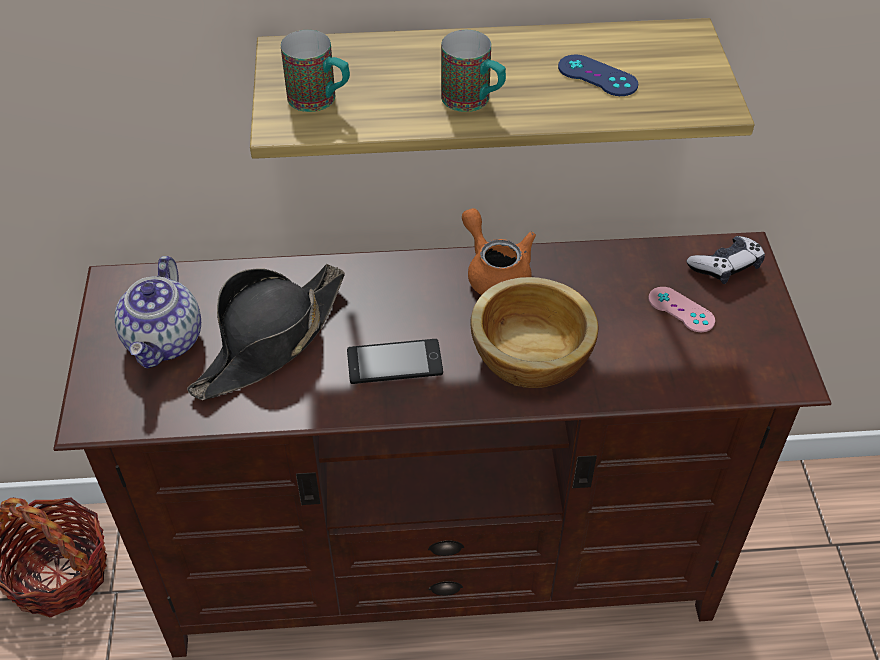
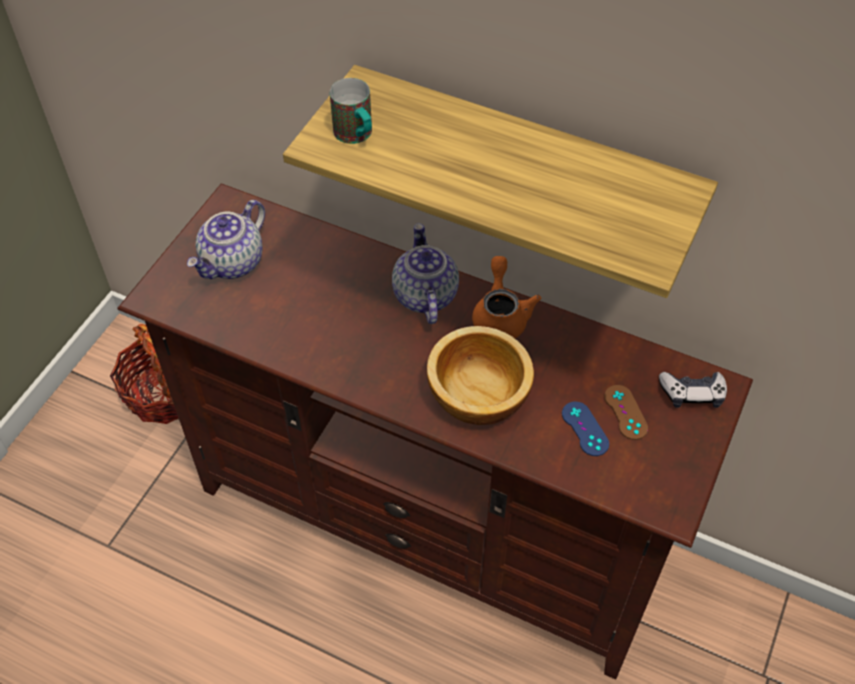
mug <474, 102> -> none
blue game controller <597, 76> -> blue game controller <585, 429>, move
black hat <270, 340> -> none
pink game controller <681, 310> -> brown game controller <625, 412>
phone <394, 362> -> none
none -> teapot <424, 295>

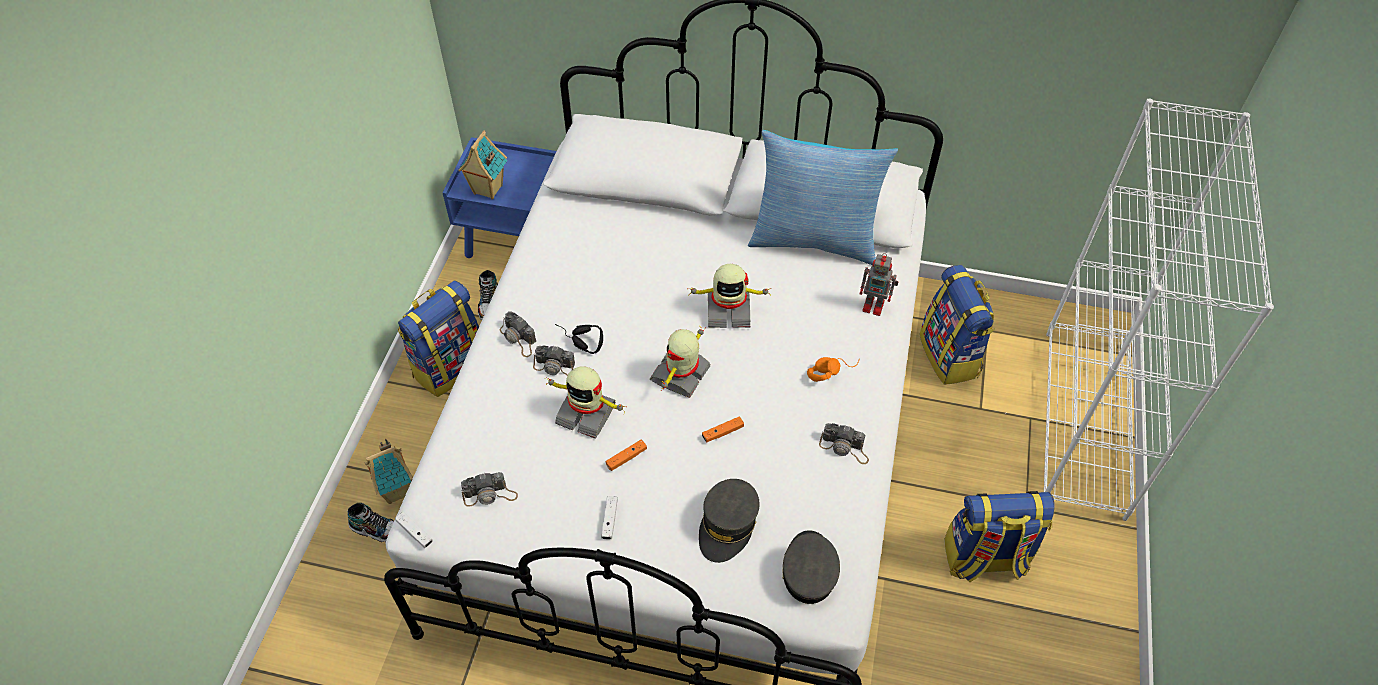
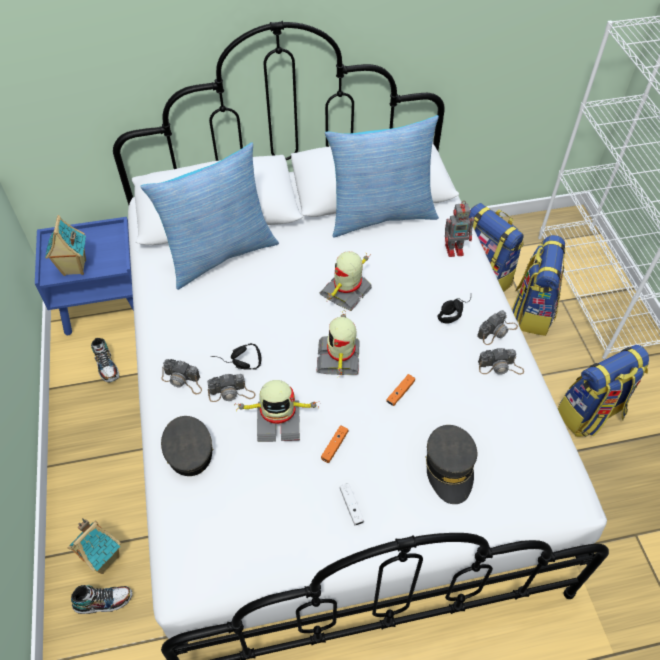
toy robot <728, 310> -> toy robot <346, 292>, 150 degrees clockwise
backpack <450, 366> -> backpack <532, 311>, move
orange headphones <831, 370> -> black headphones <453, 310>
photo camera <490, 494> -> photo camera <497, 331>, move
white game controller <415, 532> -> none
grey cap <808, 570> -> grey cap <188, 449>, move
none -> pillow <220, 254>

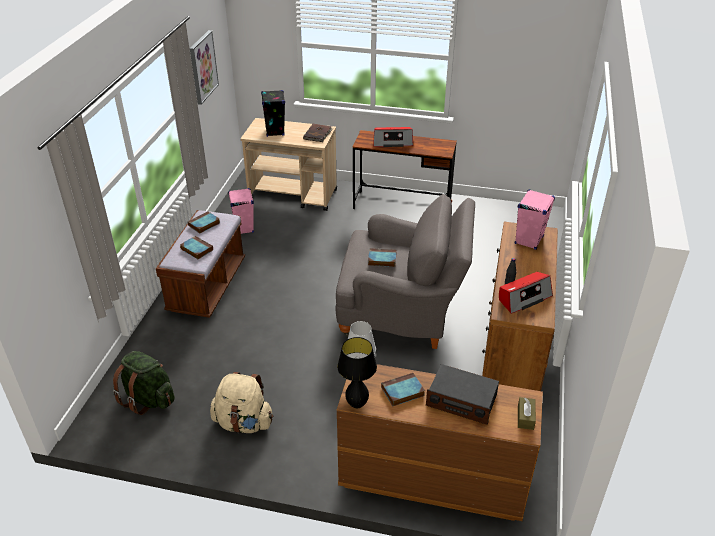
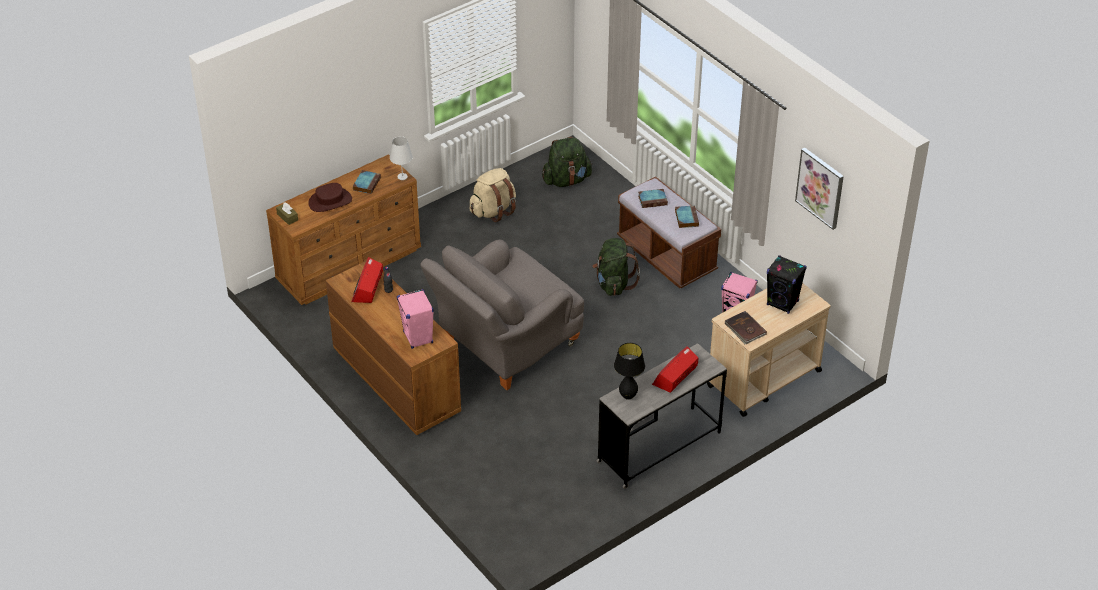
brown desk <402, 205> -> grey desk <659, 447>
book <381, 259> -> none
black table lamp <356, 404> -> black table lamp <628, 396>, move
radio <461, 401> -> brown hat <330, 201>
none -> green backpack <613, 283>

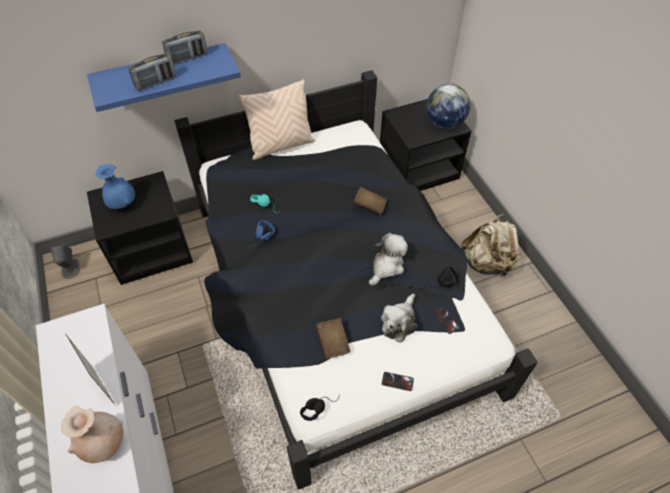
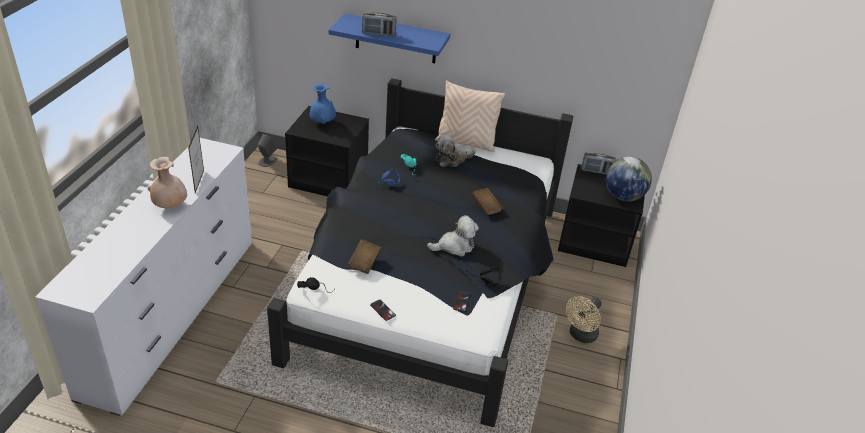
radio <187, 58> -> radio <596, 171>, move
beige backpack <487, 263> -> beige fan <580, 336>
plush toy <399, 322> -> plush toy <452, 159>, move

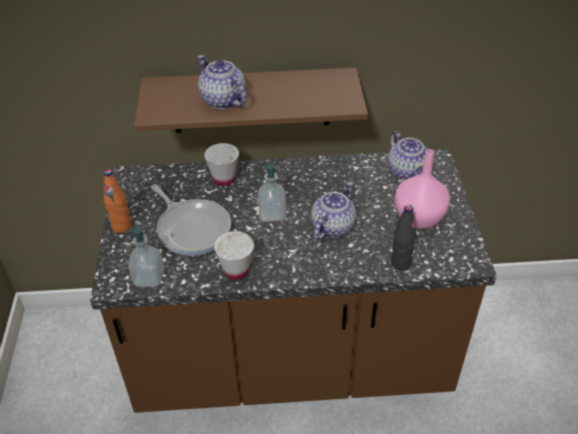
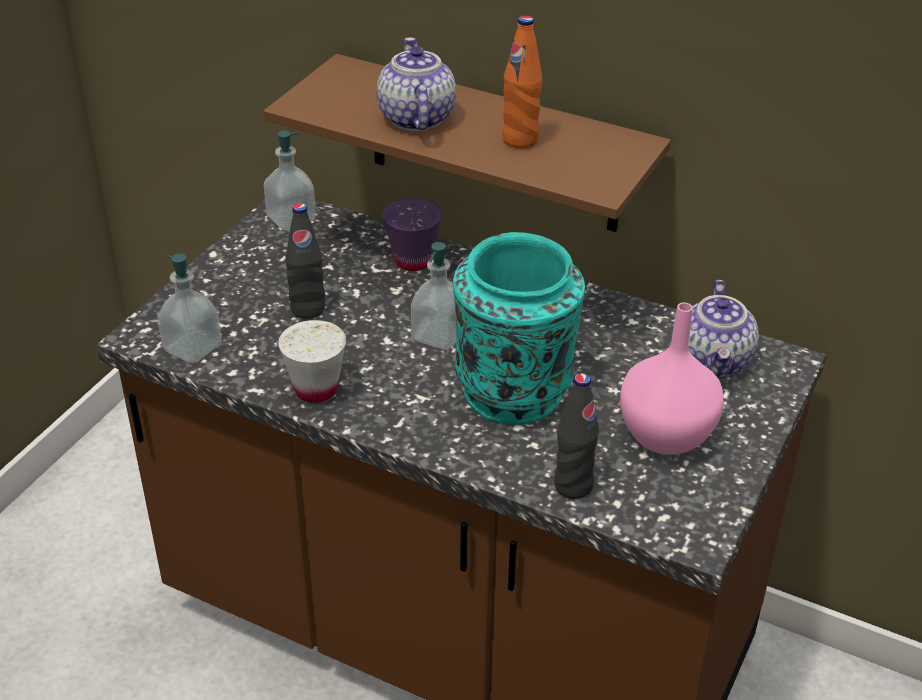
white cup <224, 179> -> purple cup <413, 261>
orange bottle <121, 226> -> orange bottle <520, 140>, move
teapot <332, 226> -> turquoise vase <513, 390>
frying pan <192, 228> -> black bottle <308, 309>
none -> soap dispenser <291, 219>

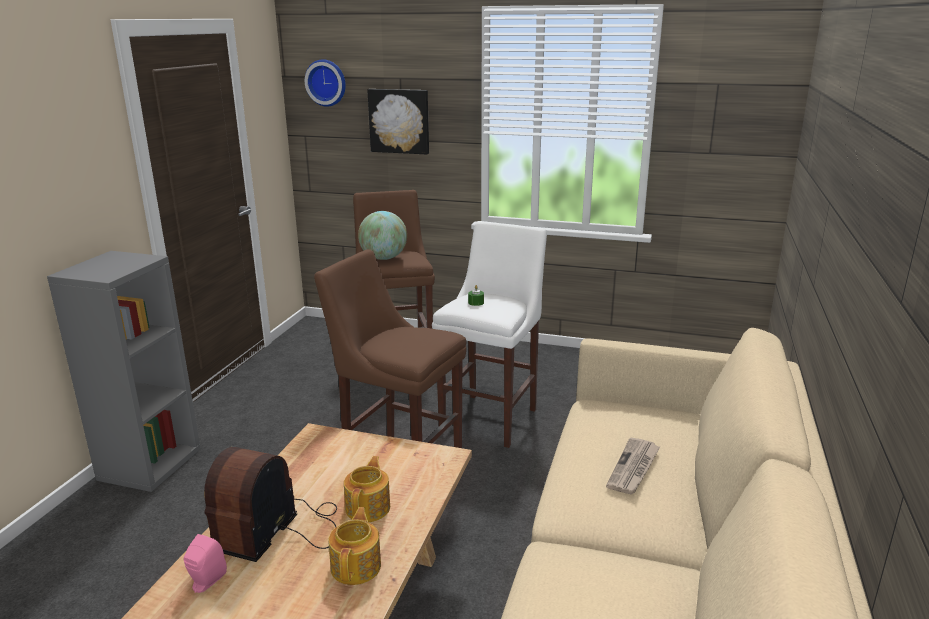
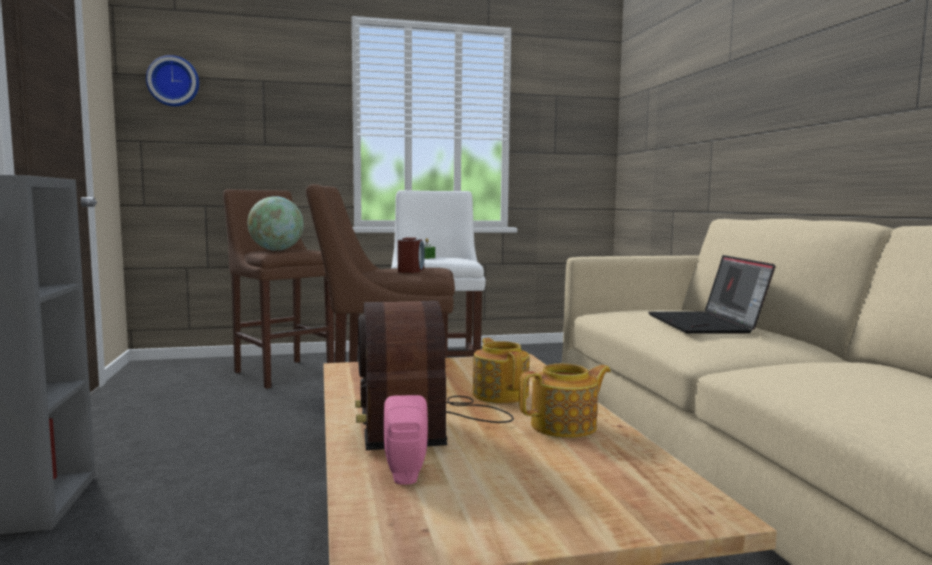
picture <399, 121> -> none
newspaper <634, 468> -> laptop <707, 324>
teapot <357, 566> -> teapot <565, 426>, 90 degrees clockwise
none -> alarm clock <411, 271>

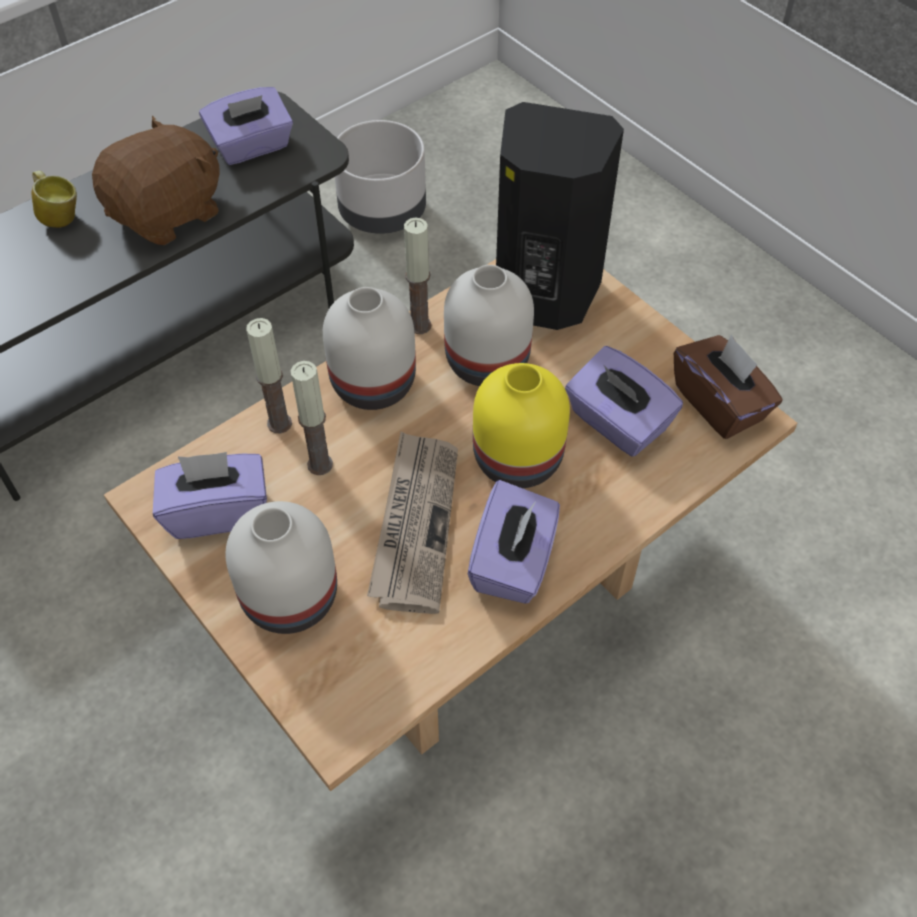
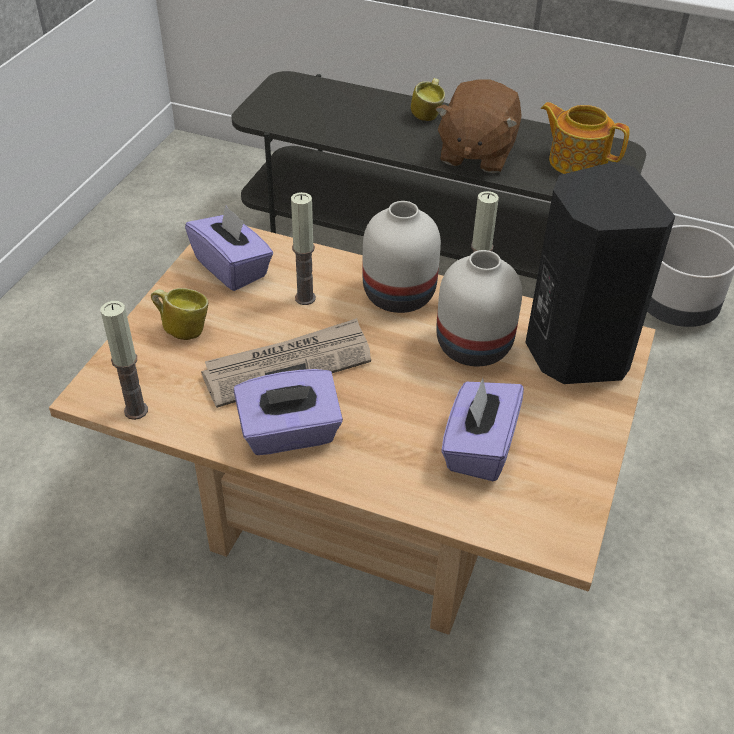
purple tissue box <252, 146> -> teapot <576, 161>
brown plush toy <168, 213> -> brown plush toy <475, 154>, 90 degrees clockwise
candle <279, 423> -> candle <136, 410>, move
brown tissue box <719, 403> -> none
yellow vase <516, 460> -> none
white vase <289, 600> -> mug <183, 329>

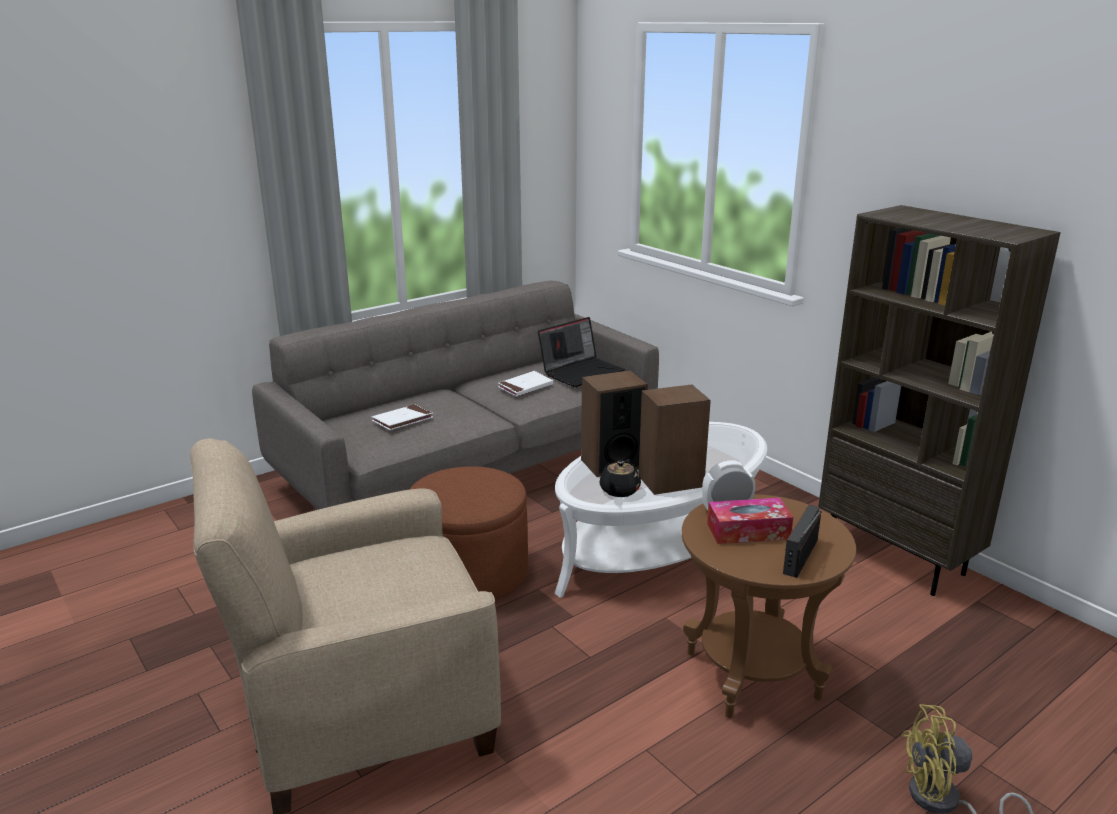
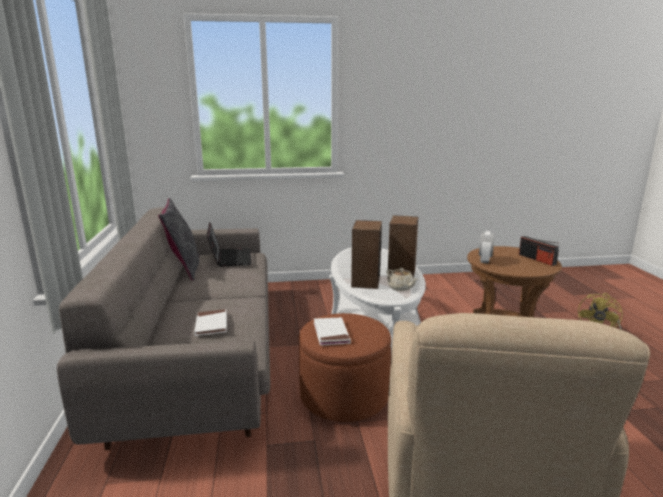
brown bookcase <896, 558> -> none
white book <525, 386> -> white book <331, 333>, move
black teapot <619, 491> -> beige teapot <401, 288>
tissue box <748, 531> -> none
none -> grey pillow <183, 268>

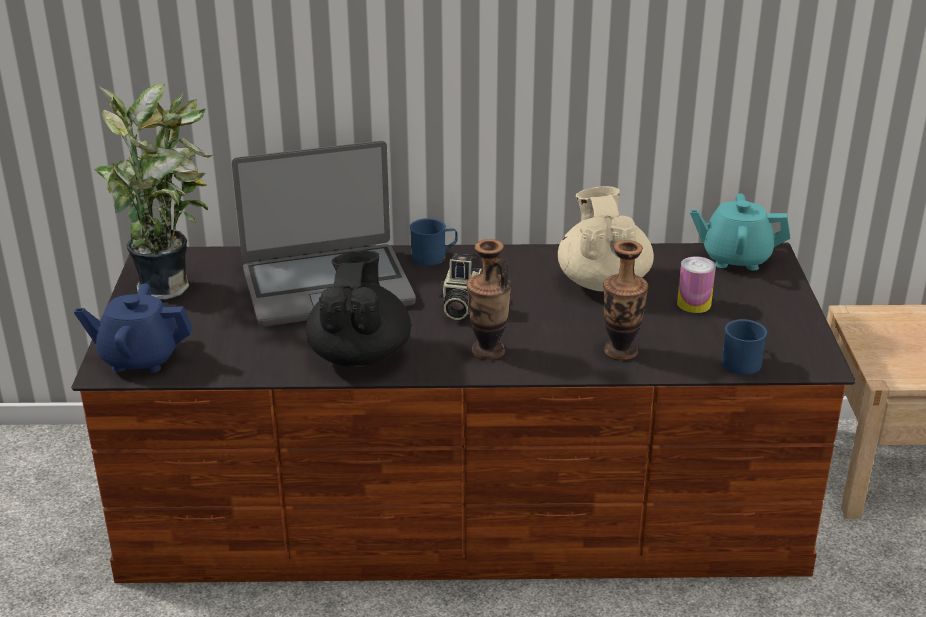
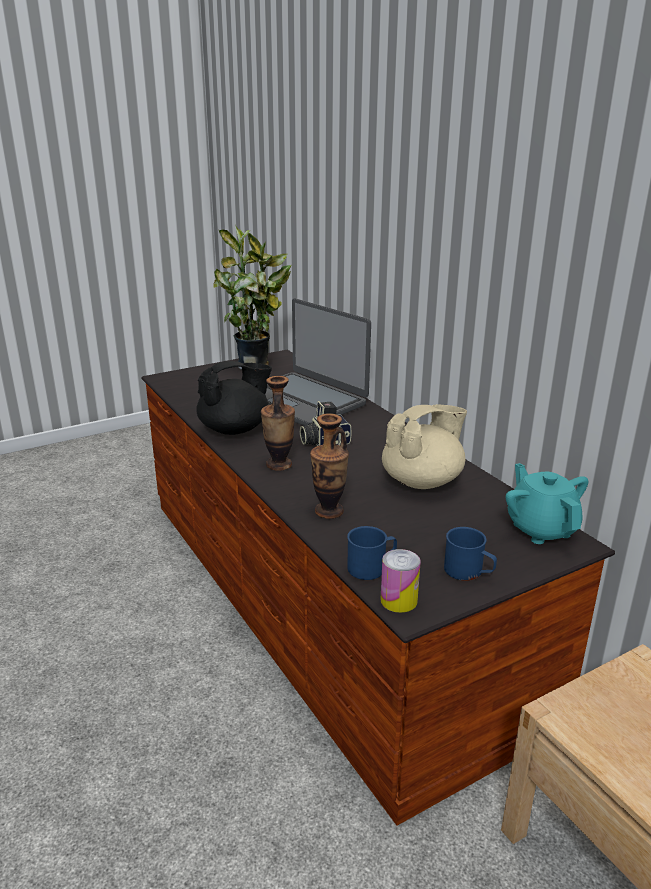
blue mug <434, 256> -> blue mug <468, 572>, move
can <694, 304> -> can <398, 600>, move
blue teapot <140, 358> -> none

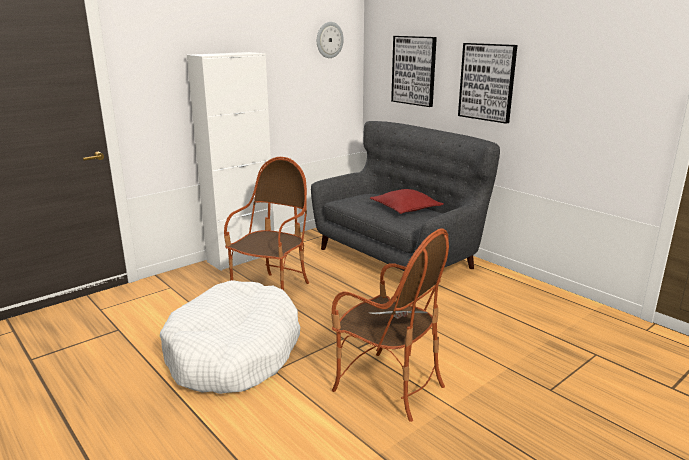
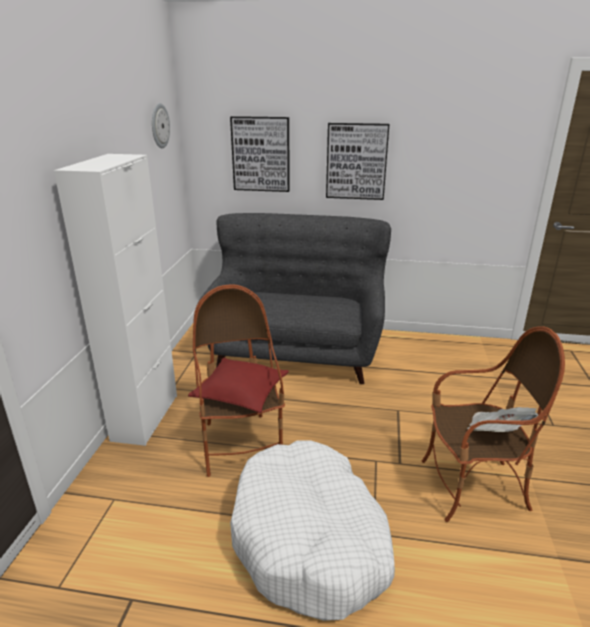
red pillow <405, 209> -> red pillow <241, 393>, move

